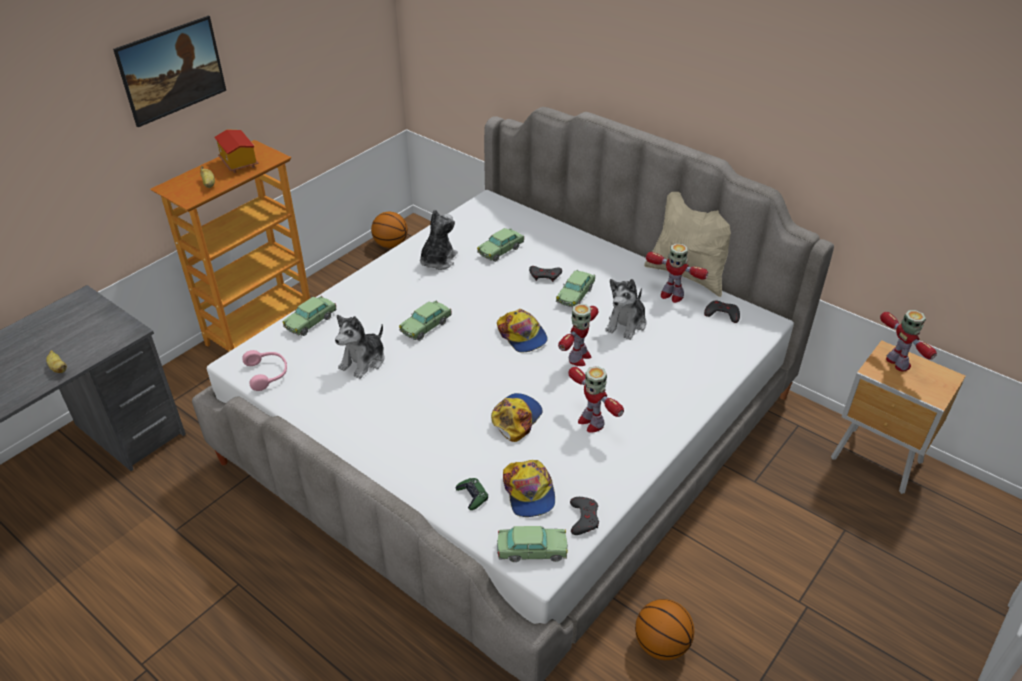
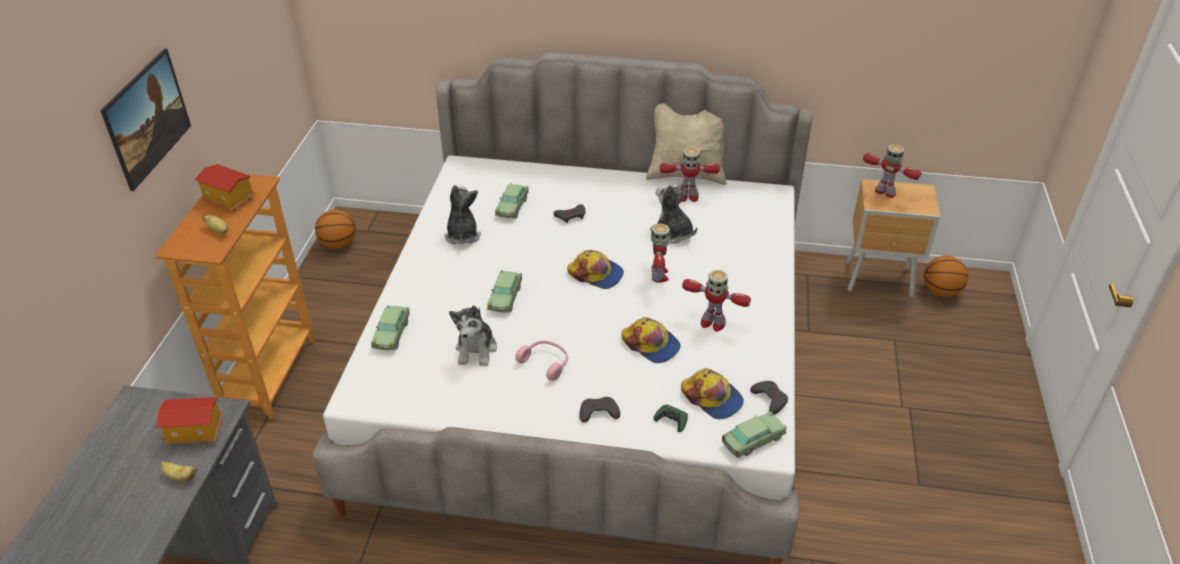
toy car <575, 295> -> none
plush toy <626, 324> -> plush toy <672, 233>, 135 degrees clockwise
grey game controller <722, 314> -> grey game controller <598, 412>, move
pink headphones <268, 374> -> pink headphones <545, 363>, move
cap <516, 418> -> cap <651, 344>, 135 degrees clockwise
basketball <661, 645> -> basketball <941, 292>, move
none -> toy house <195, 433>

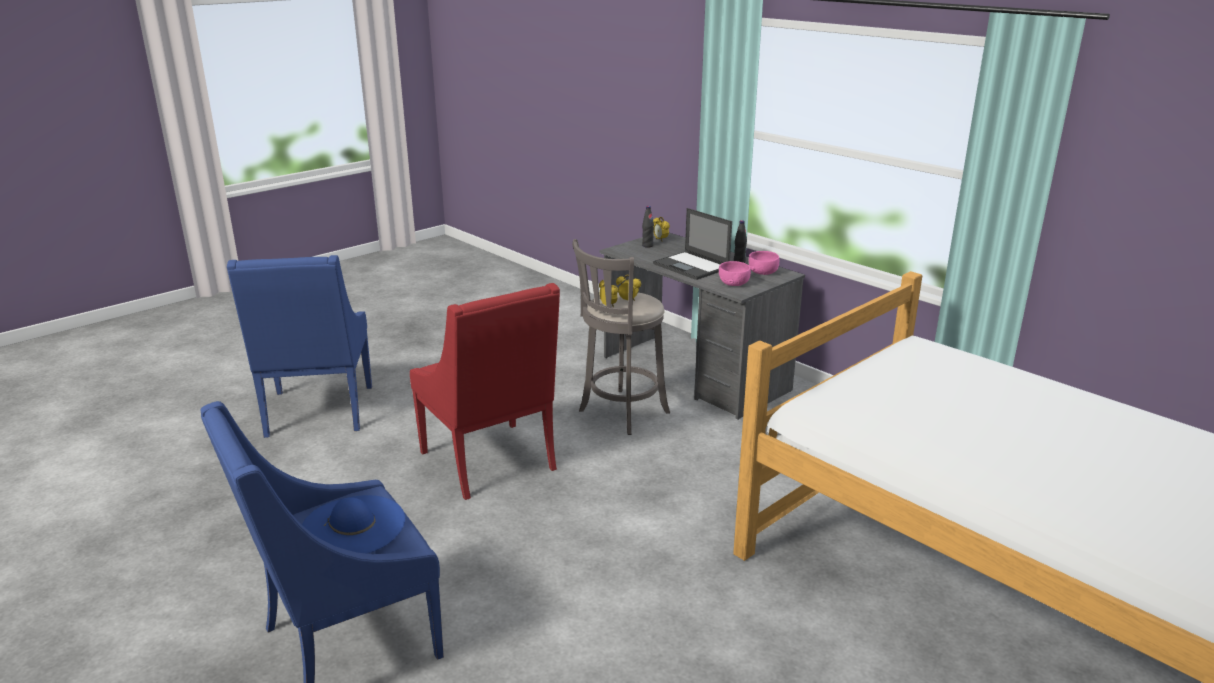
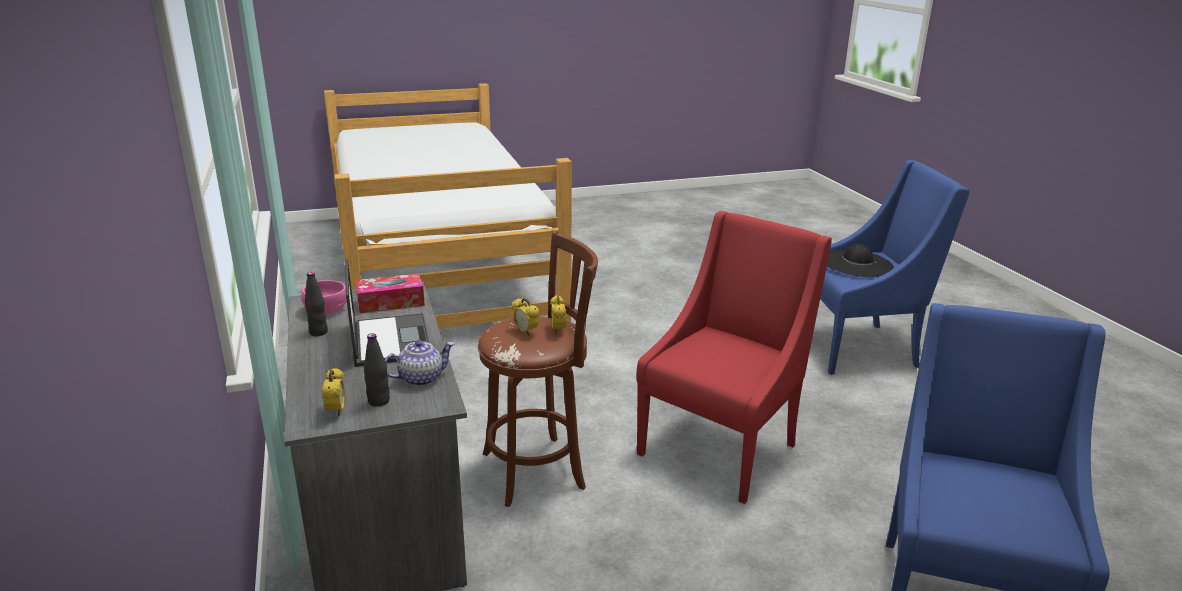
grey stool <620, 413> -> brown stool <539, 469>
pink bowl <733, 283> -> tissue box <391, 302>
red armchair <491, 462> -> red armchair <721, 448>, 45 degrees clockwise
blue hat <353, 526> -> black hat <856, 263>
none -> teapot <421, 378>

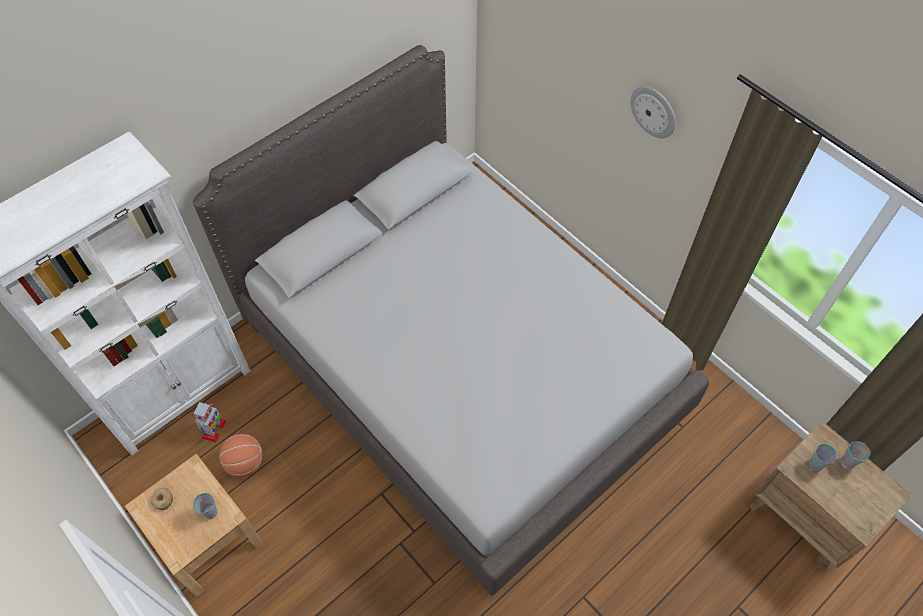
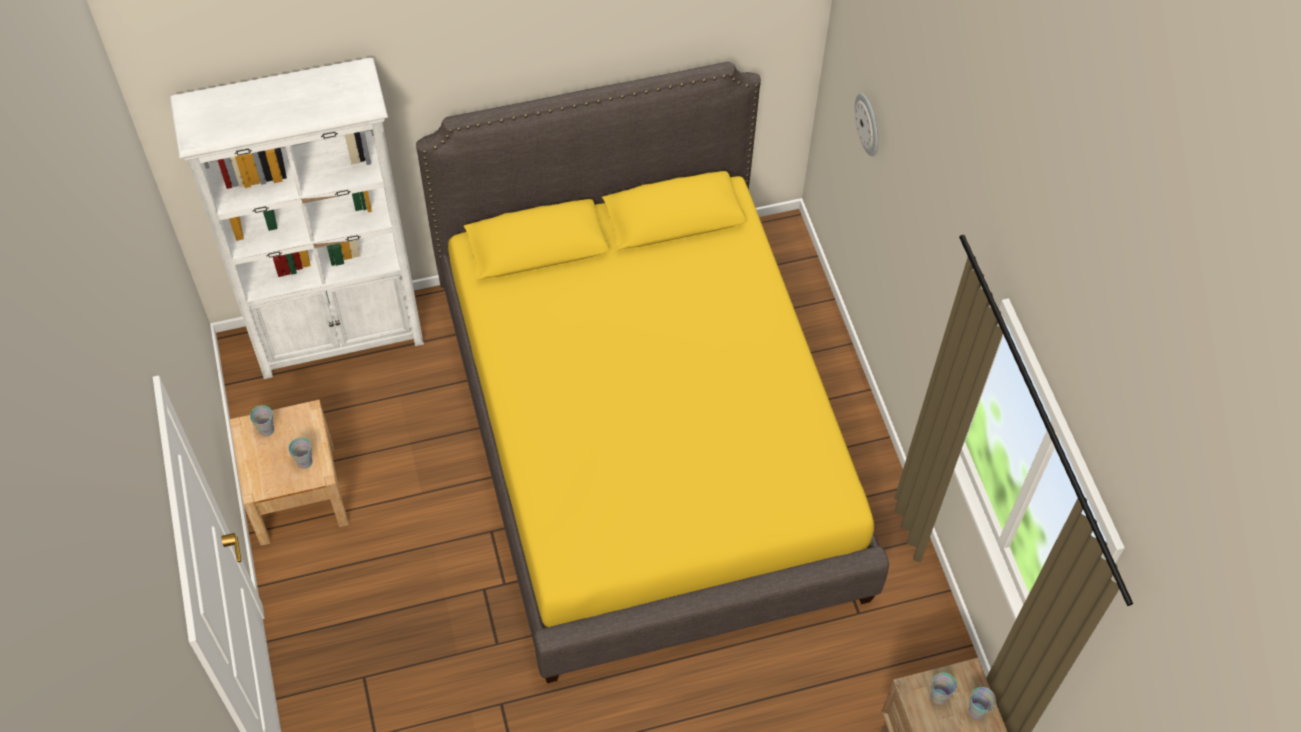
grey bed <461, 367> -> yellow bed <648, 439>
wall clock <654, 111> -> wall clock <868, 124>, move
toy robot <214, 429> -> none
basketball <245, 462> -> none
donut <163, 500> -> cup <266, 430>

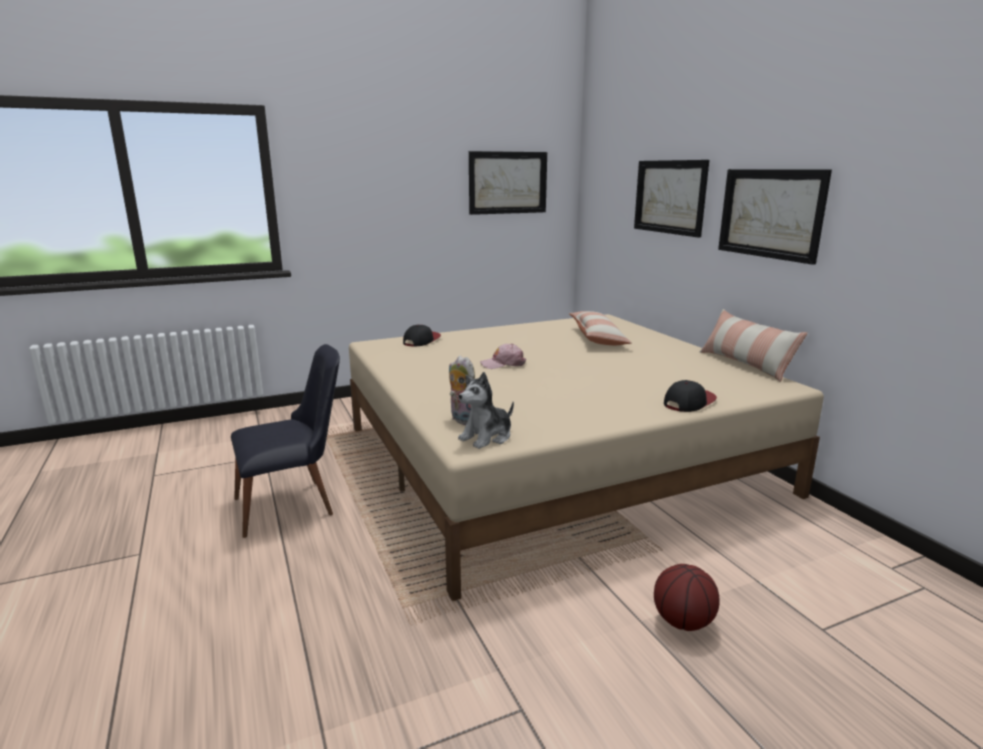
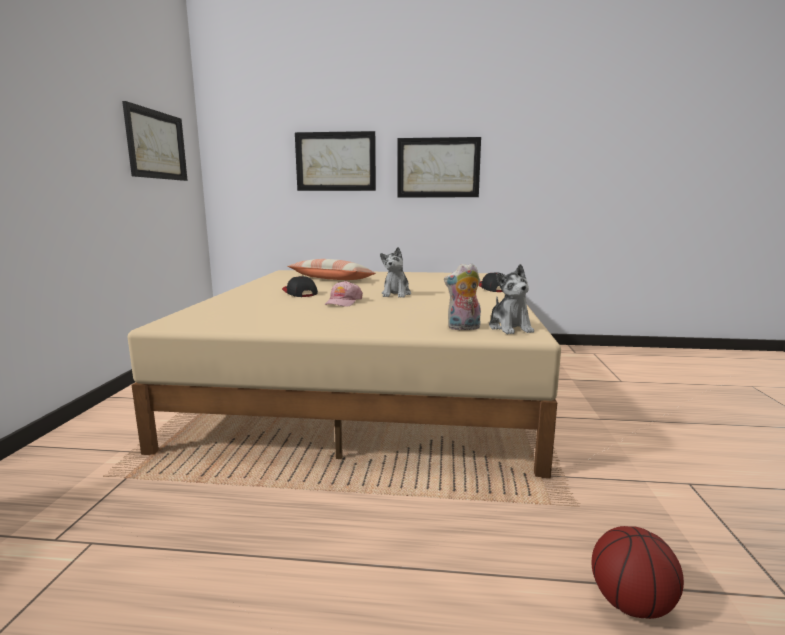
pillow <745, 364> -> none
cap <421, 340> -> cap <299, 293>, move
black chair <295, 505> -> none
basketball <683, 621> -> basketball <630, 603>, move
none -> plush toy <396, 294>

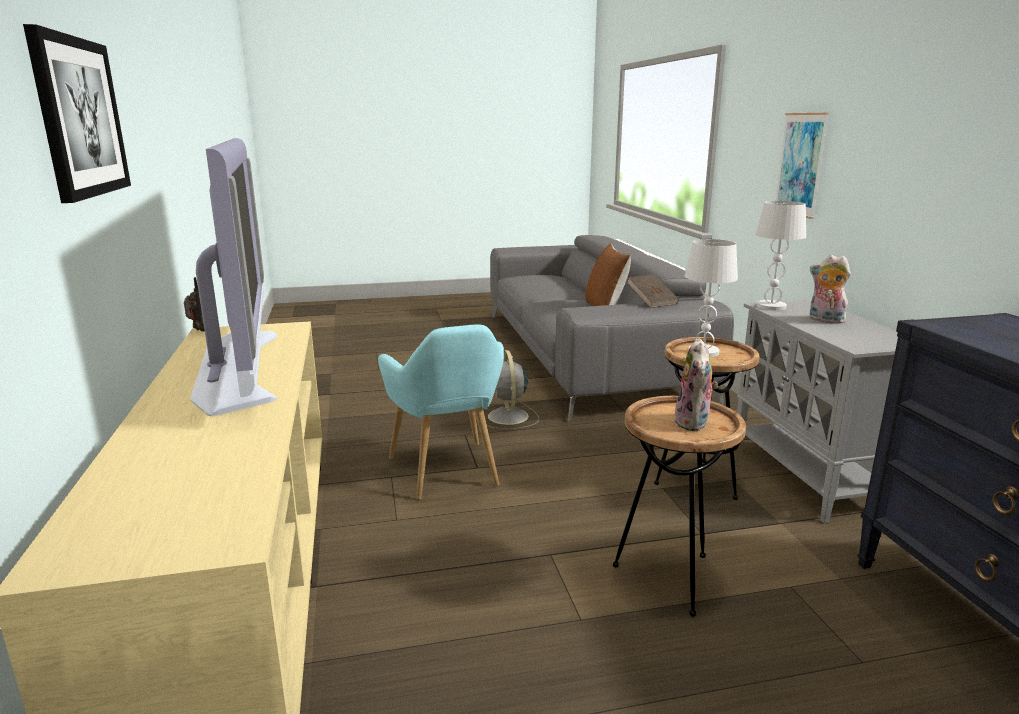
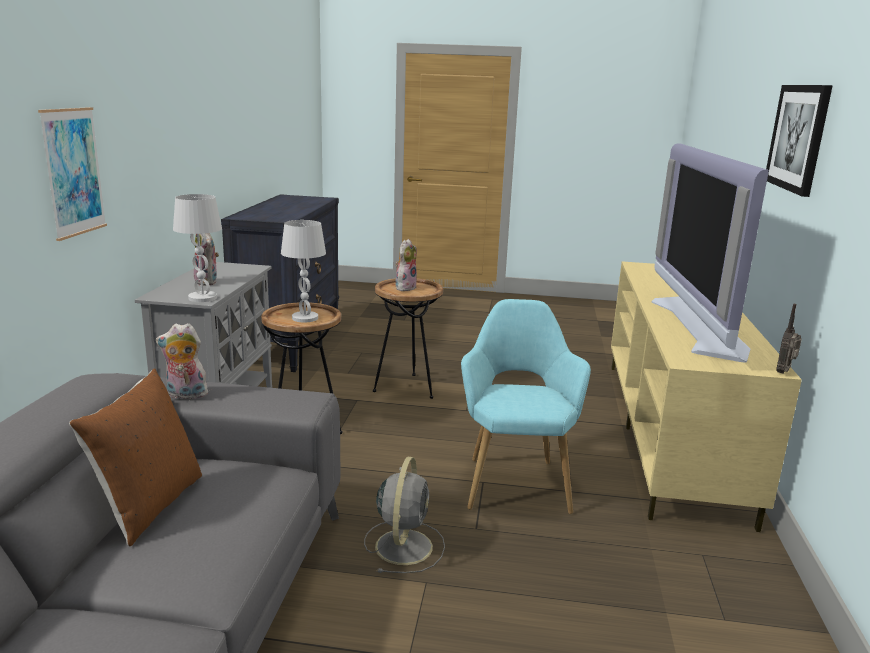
brown book <651, 302> -> plush toy <185, 395>

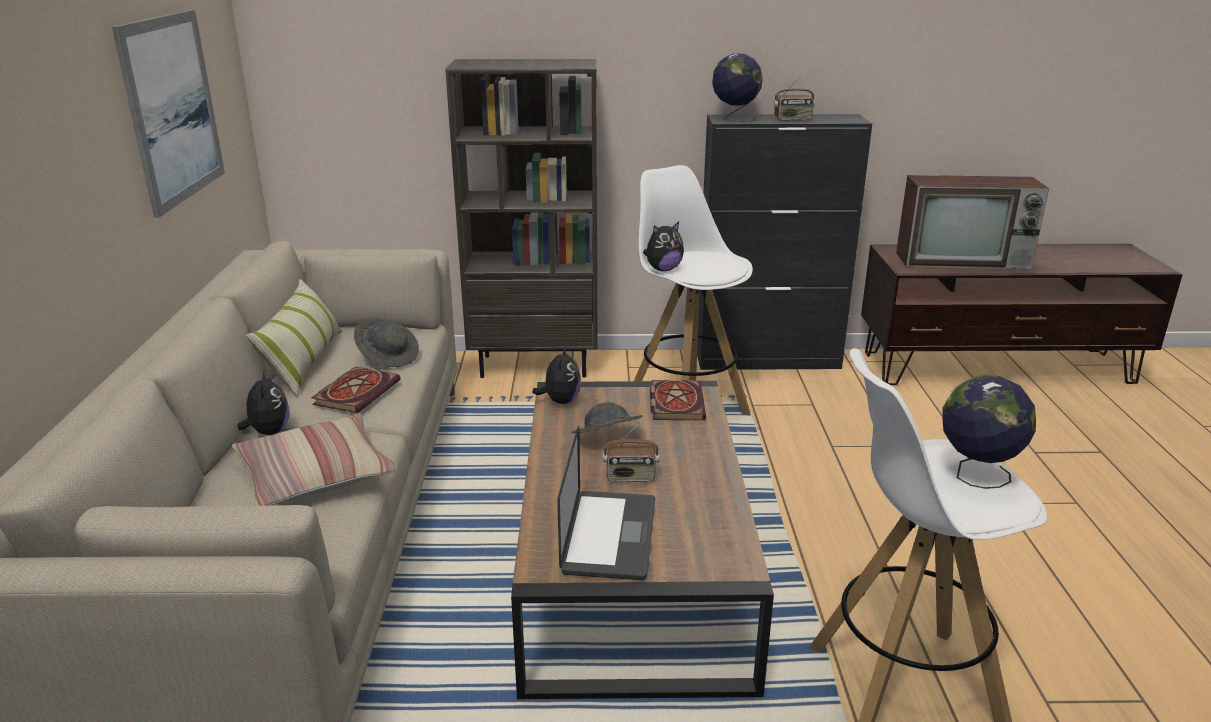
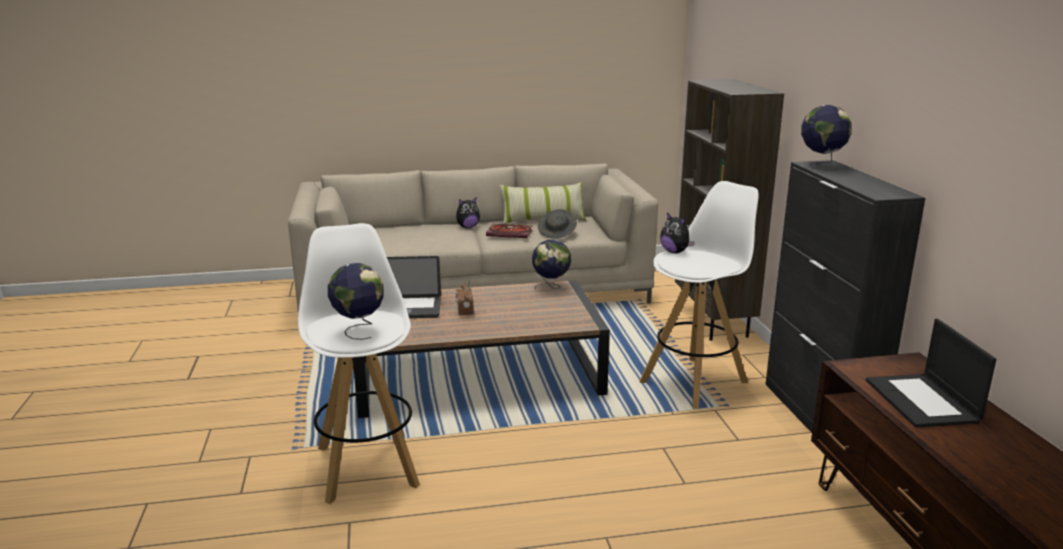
picture <173, 109> -> none
radio <792, 120> -> none
television <964, 260> -> laptop <923, 401>
plush toy <560, 401> -> globe <551, 287>
book <675, 402> -> none
grey hat <606, 440> -> none
pillow <315, 474> -> none

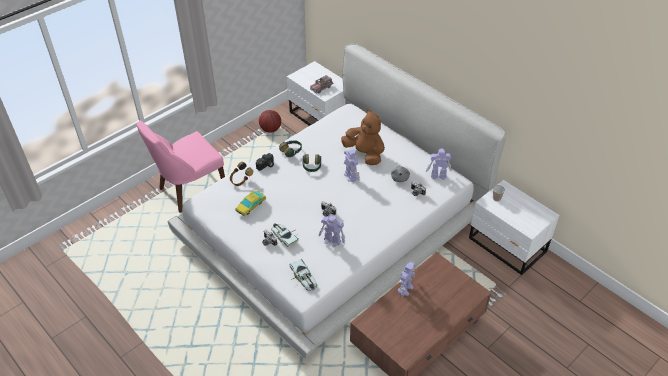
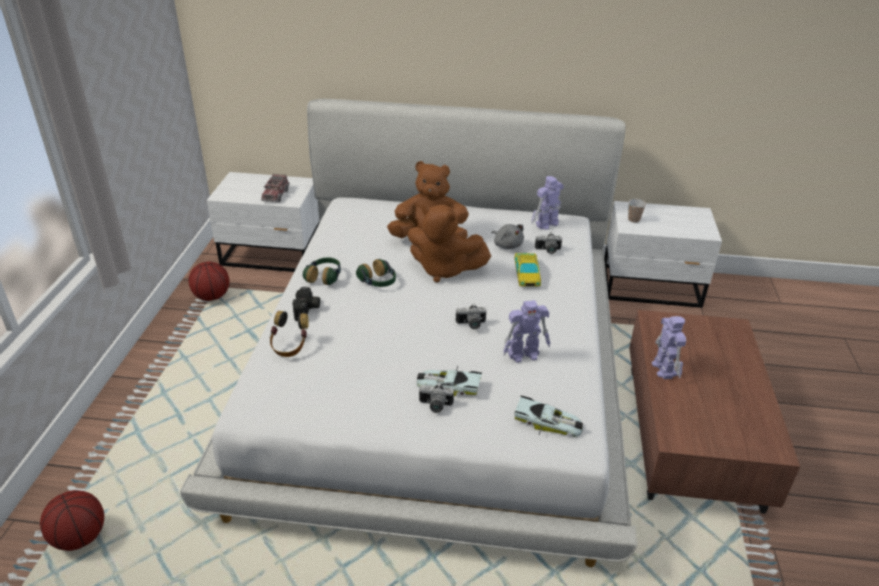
pink chair <190, 190> -> none
toy robot <350, 176> -> brown plush toy <444, 270>
toy car <251, 205> -> toy car <527, 274>, move
none -> basketball <80, 537>

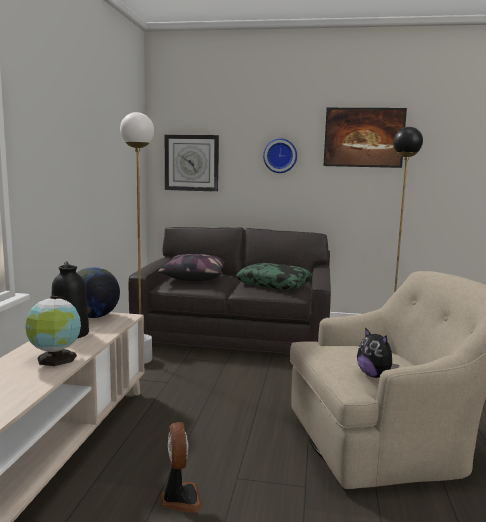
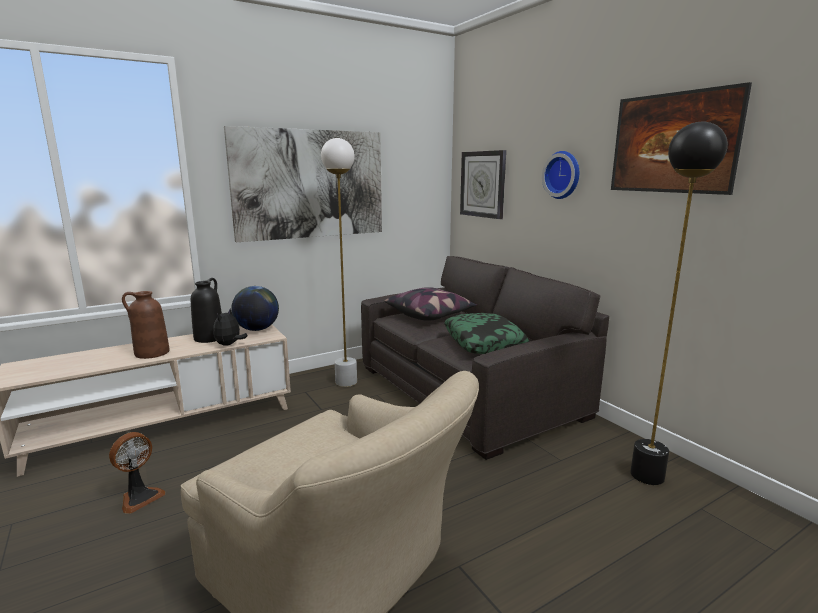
globe <55, 359> -> brown vase <151, 353>
plush toy <374, 375> -> plush toy <229, 344>, move
none -> picture <310, 184>

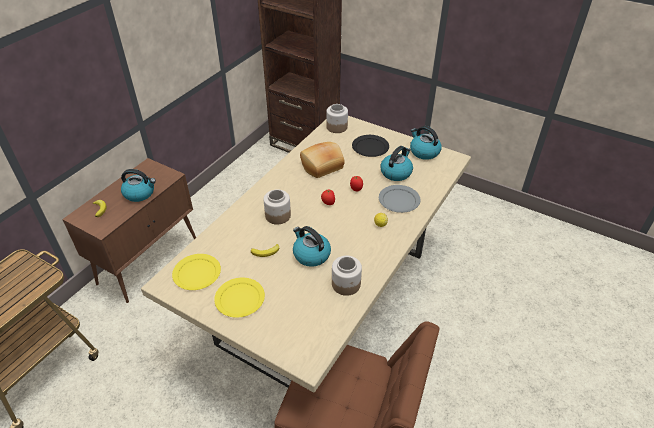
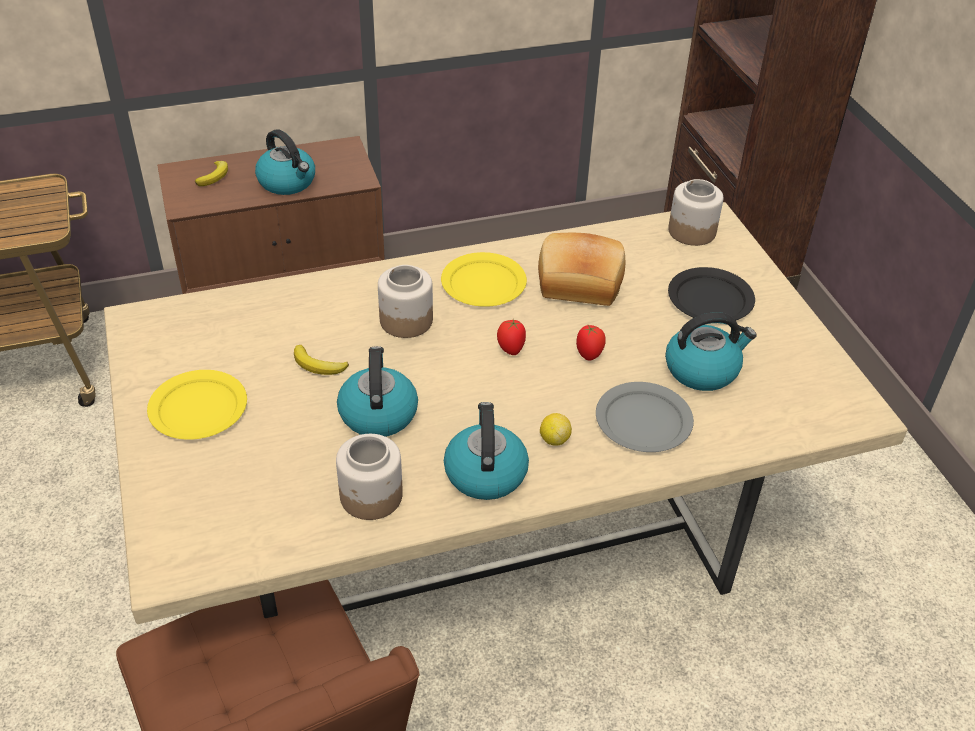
kettle <424, 152> -> kettle <485, 472>, move
yellow plate <196, 273> -> yellow plate <483, 283>, move

